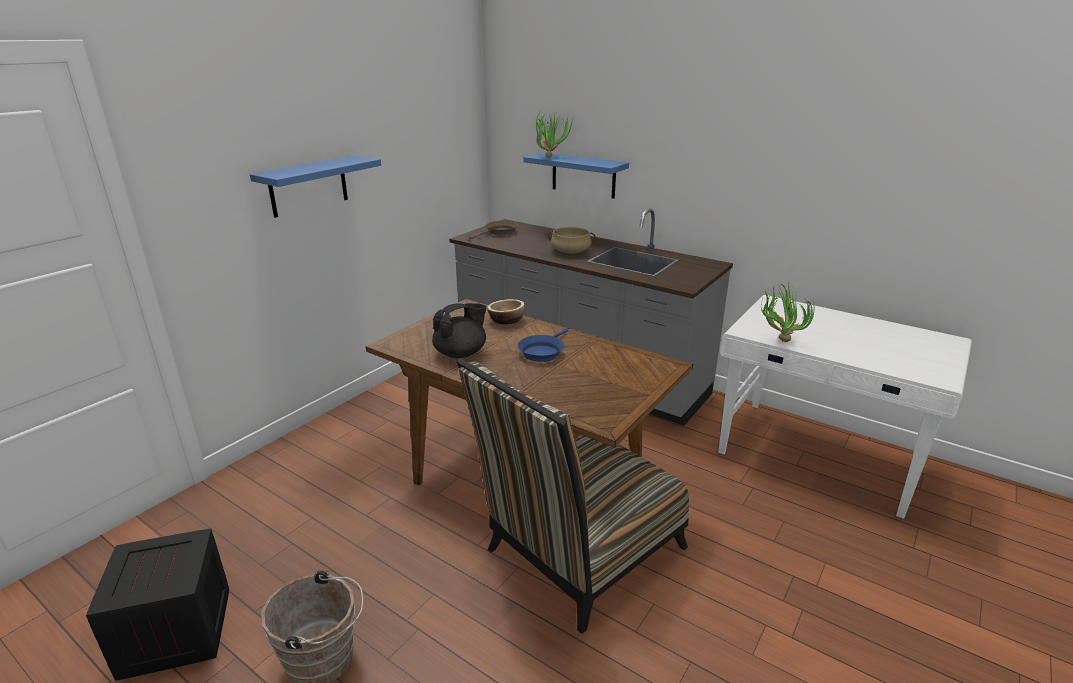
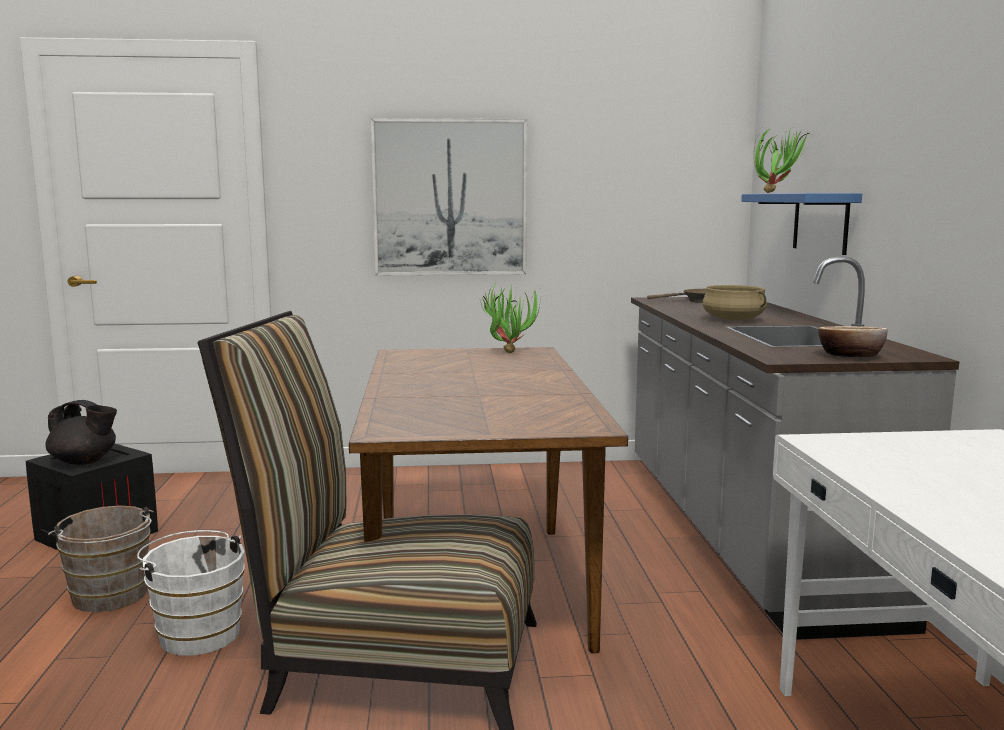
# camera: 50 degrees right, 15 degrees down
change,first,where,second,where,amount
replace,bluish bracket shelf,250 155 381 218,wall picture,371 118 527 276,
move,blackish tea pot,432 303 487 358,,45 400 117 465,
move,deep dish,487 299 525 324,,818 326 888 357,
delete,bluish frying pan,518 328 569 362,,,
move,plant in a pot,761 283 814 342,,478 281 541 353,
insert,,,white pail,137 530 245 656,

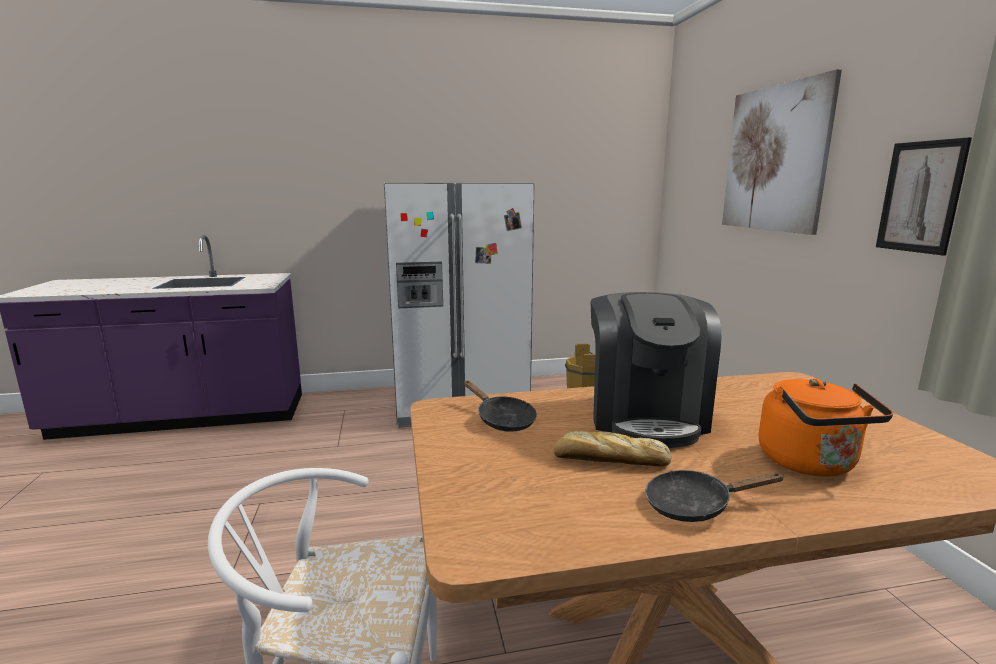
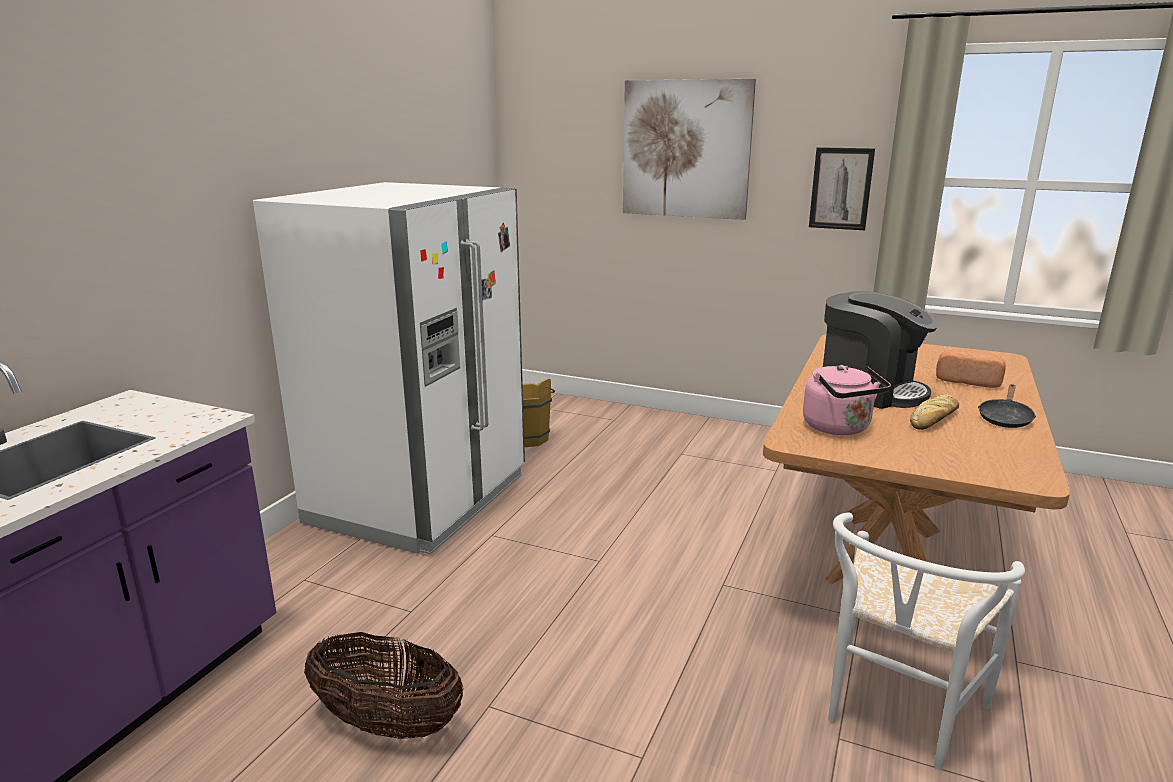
# camera: 55 degrees left, 5 degrees up
change,first,where,second,where,amount
replace,blackish frying pan,464 381 537 432,pink-coloured tea kettle,803 365 891 435,
replace,orange-coloured tea kettle,759 378 893 477,bakery bread,936 349 1006 388,
insert,,,household basket,304 632 464 739,

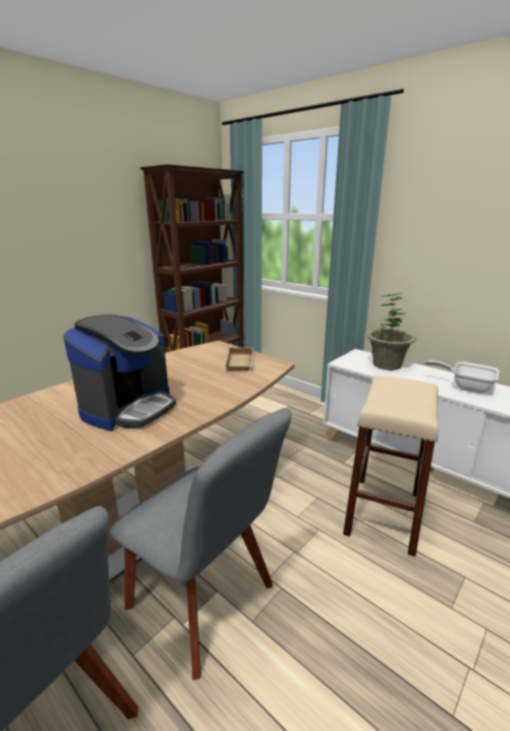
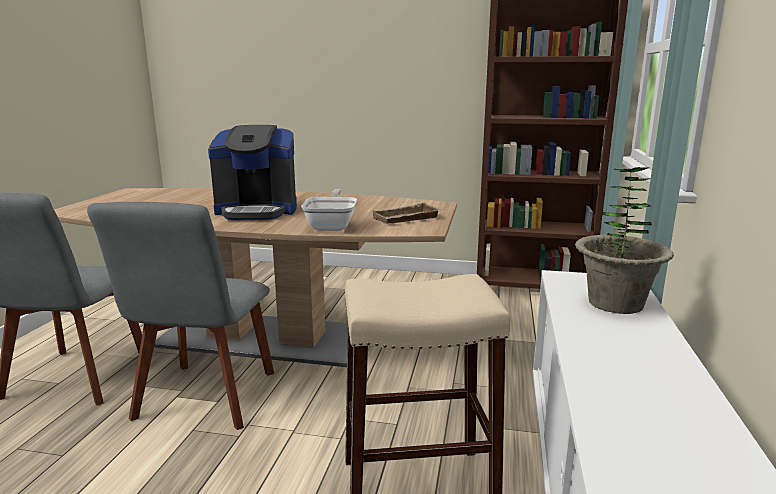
# camera: 60 degrees right, 5 degrees down
change,first,where,second,where,amount
move,frying pan,425 360 499 394,,301 189 357 231,

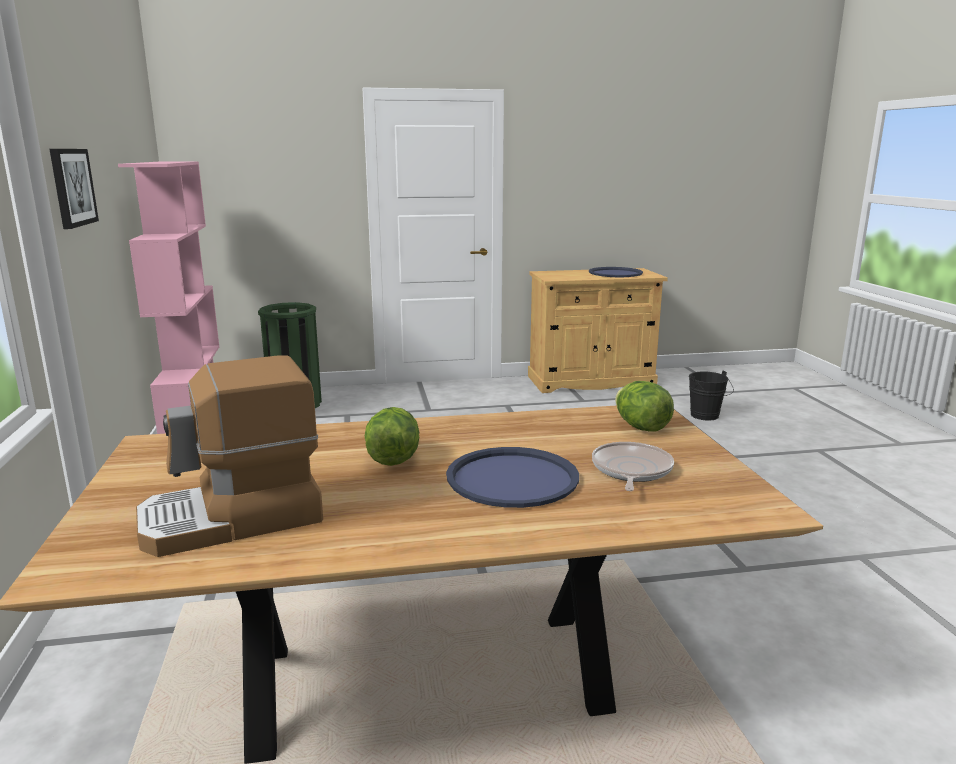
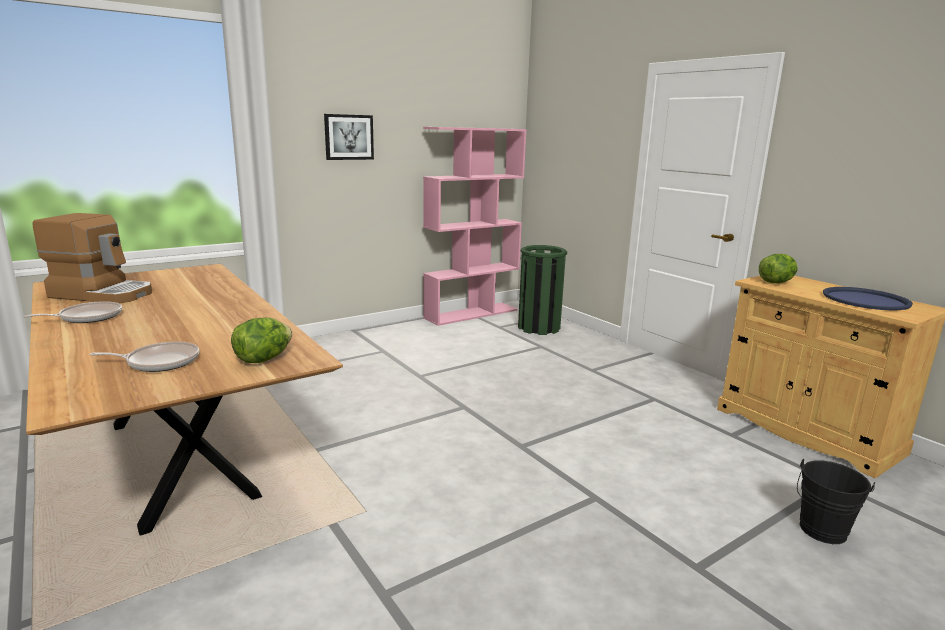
# camera: 65 degrees right, 0 degrees up
change,first,where,second,where,amount
rotate,coffee brewer,136 355 323 557,,33 213 152 303,150 degrees clockwise
move,head of lettuce,365 407 419 466,,759 254 798 283,
delete,bluish carrying tray,446 447 579 508,,,
insert,,,frying pan,23 301 122 323,

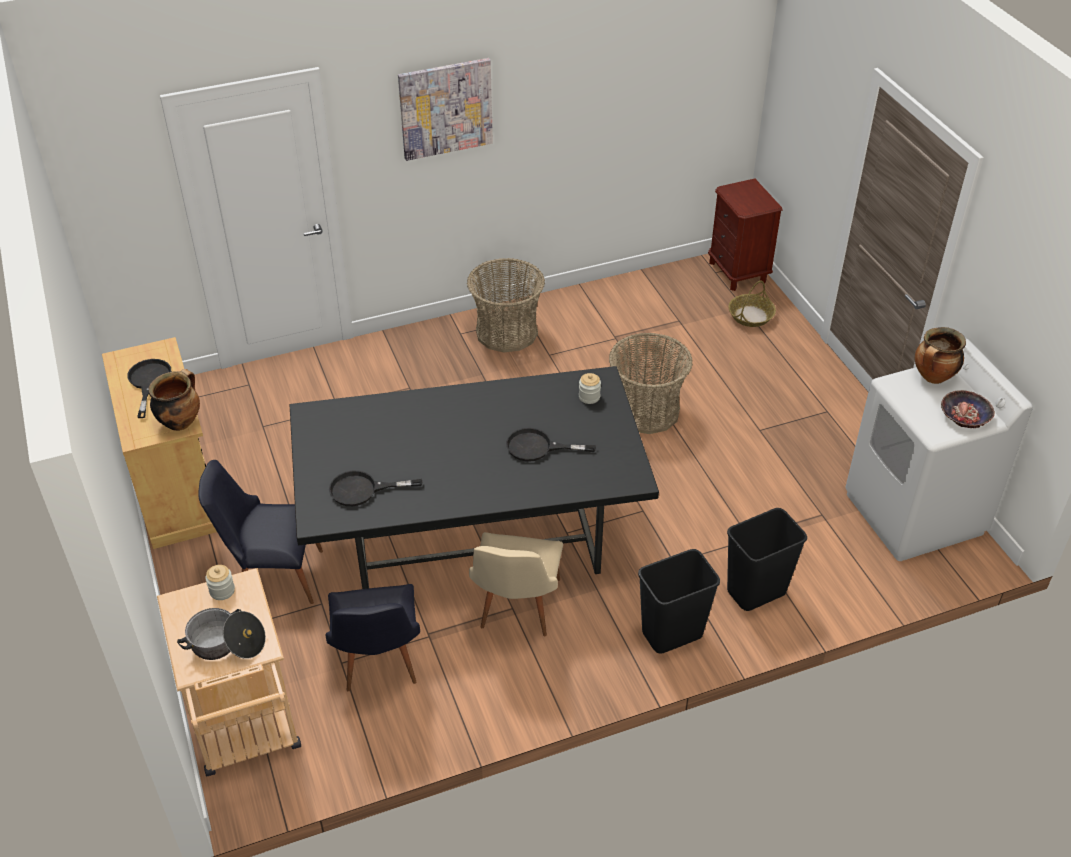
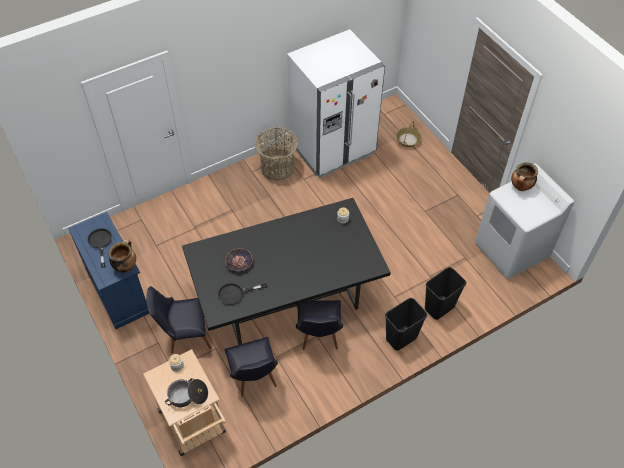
# camera: 10 degrees left, 10 degrees up
change,first,where,second,where,amount
recolor,beige storage cabinet,102 337 217 549,bluish storage cabinet,68 212 149 329,
delete,wall picture,398 58 493 161,,,
recolor,beige plain chair,469 532 563 636,blackish plain chair,296 300 343 350,
delete,blackish frying pan,506 428 596 462,,,
delete,household basket,609 333 693 434,,,
delete,brownish night table,708 179 782 291,,,
move,deep dish,941 390 995 428,,225 248 253 271,
insert,,,white kitchen fridge,287 29 385 178,

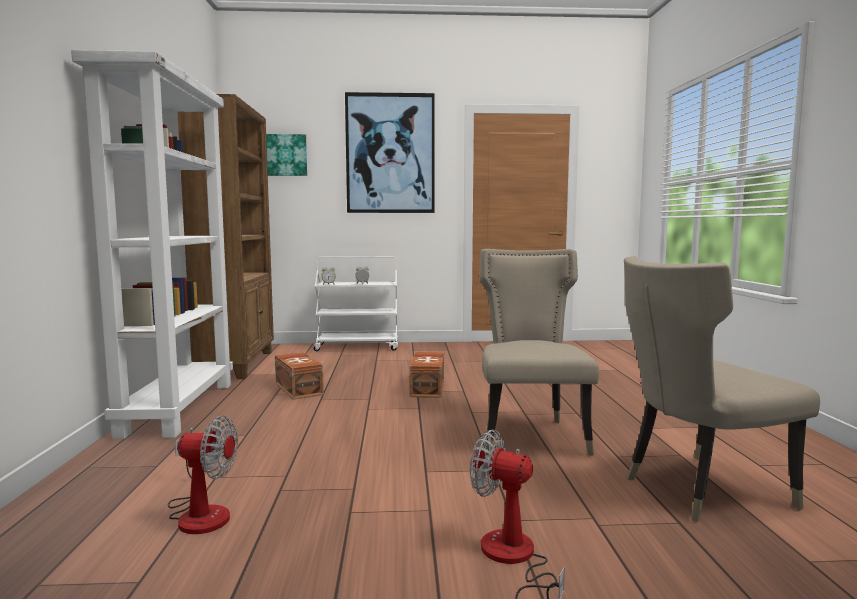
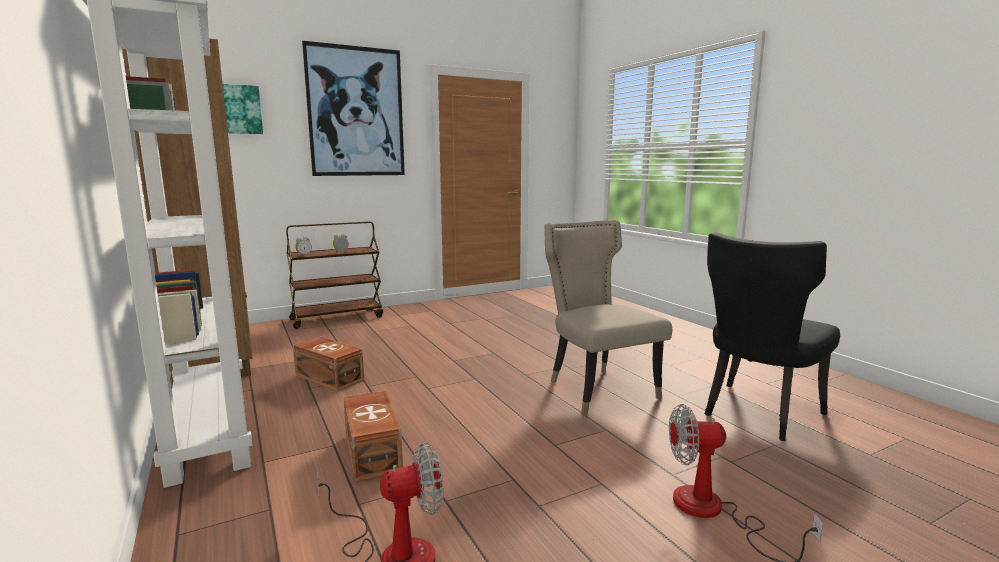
# camera: 25 degrees left, 5 degrees up
change,first,where,second,where,amount
recolor,white trolley,314 256 398 351,brownish trolley,286 222 383 329,
move,brownish storage bin,409 352 444 398,,343 391 403 481,
recolor,beige plain chair,624 256 820 522,blackish plain chair,704 232 840 441,

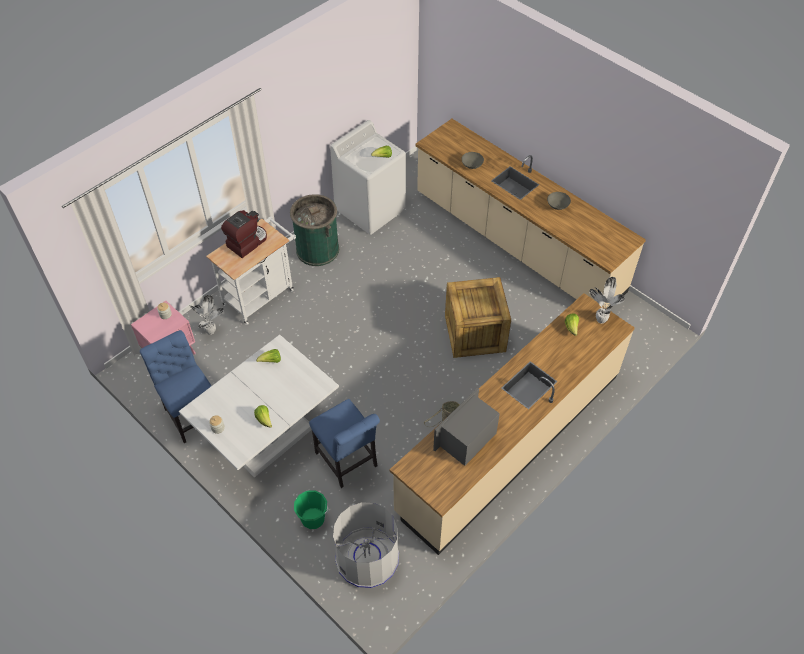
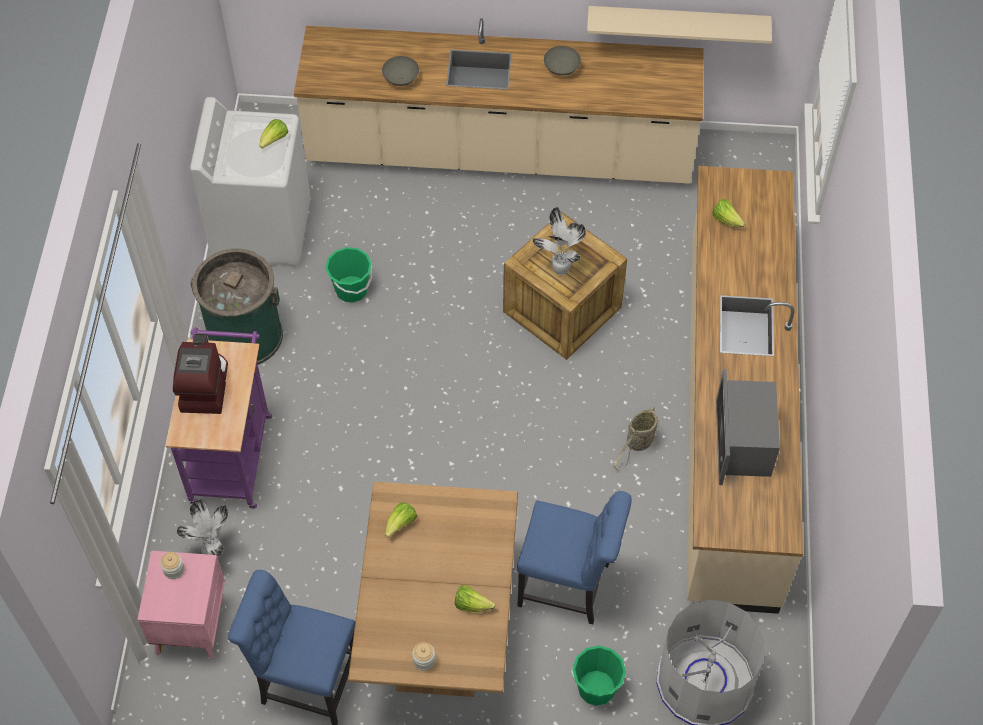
# camera: 40 degrees left, 5 degrees up
change,first,where,second,where,amount
recolor,white dining table,179 335 339 478,brownish dining table,348 482 518 697,
recolor,white trolley,206 217 296 325,purple trolley,165 327 272 509,
move,plant in a pot,589 277 625 324,,533 207 586 275,
insert,,,green pail,325 247 372 302,
insert,,,beige bracket shelf,587 6 772 44,

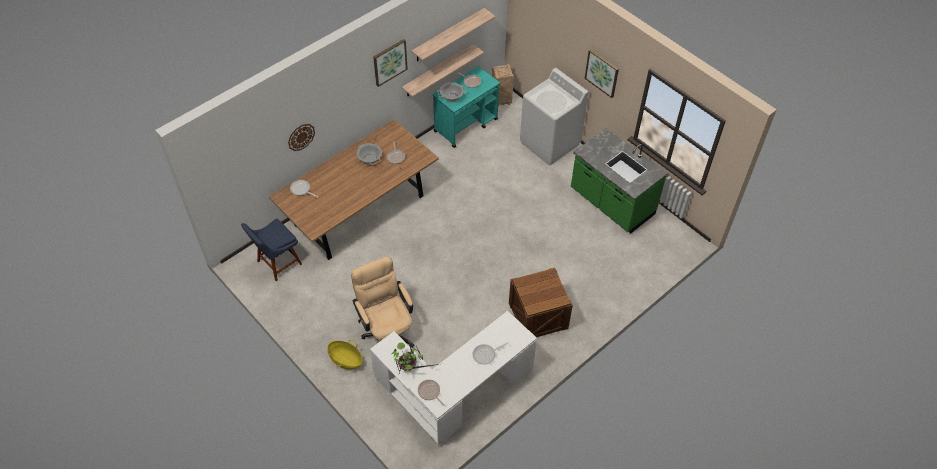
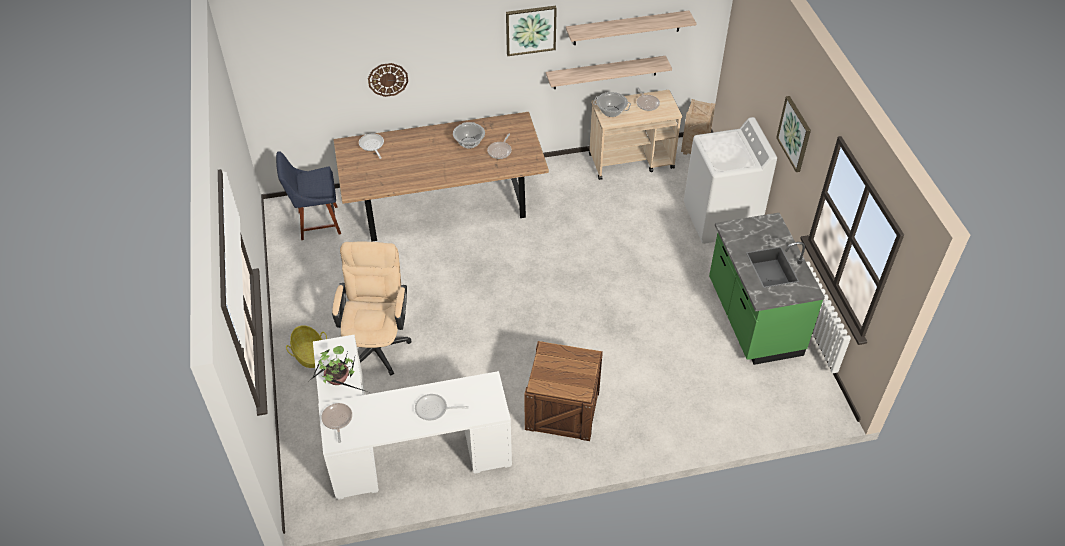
# camera: 30 degrees right, 5 degrees down
change,first,where,second,where,amount
recolor,blue-green trolley,433 66 500 148,beige trolley,589 90 682 180,

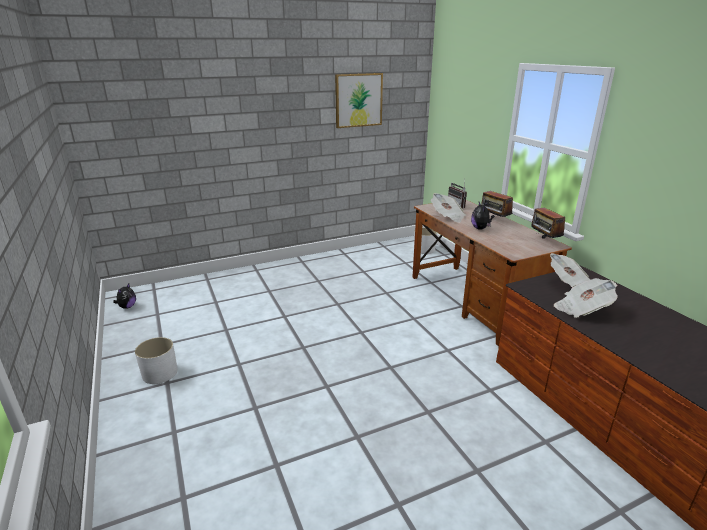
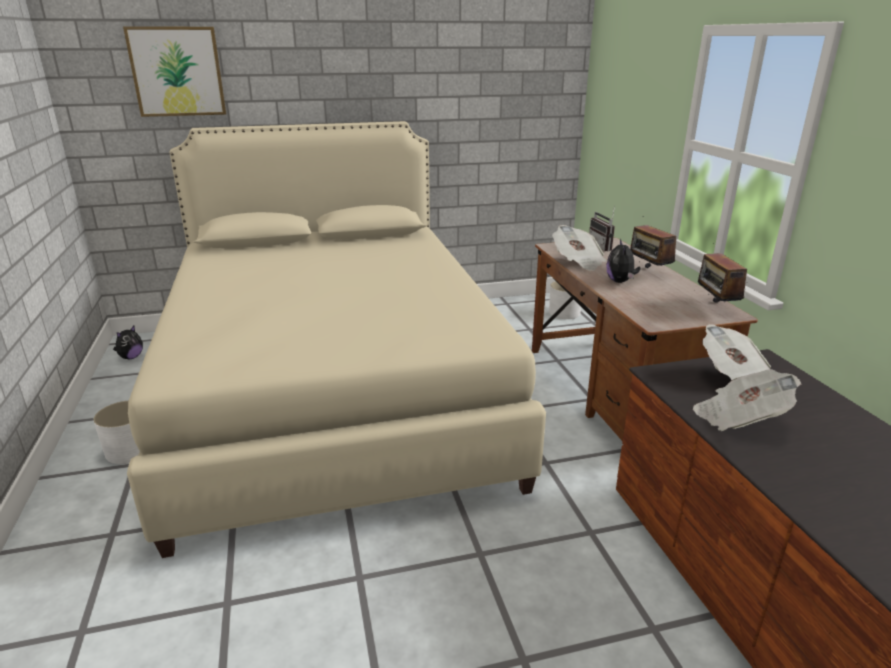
# camera: 10 degrees right, 0 degrees up
change,first,where,second,where,amount
move,wall picture,335 73 383 128,,123 26 226 117,
insert,,,beige bedroom bed,127 121 546 558,

